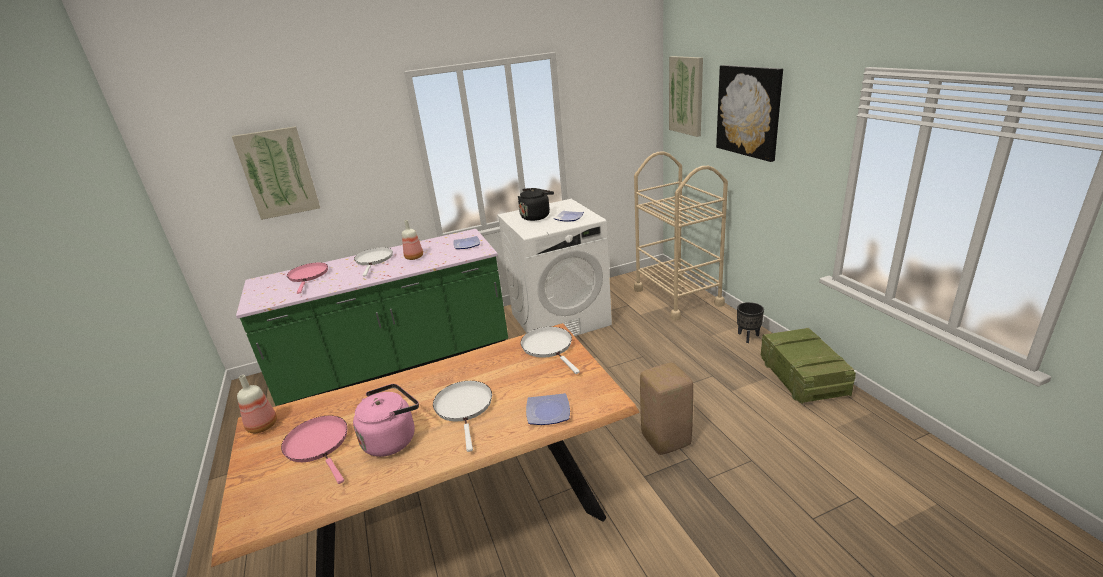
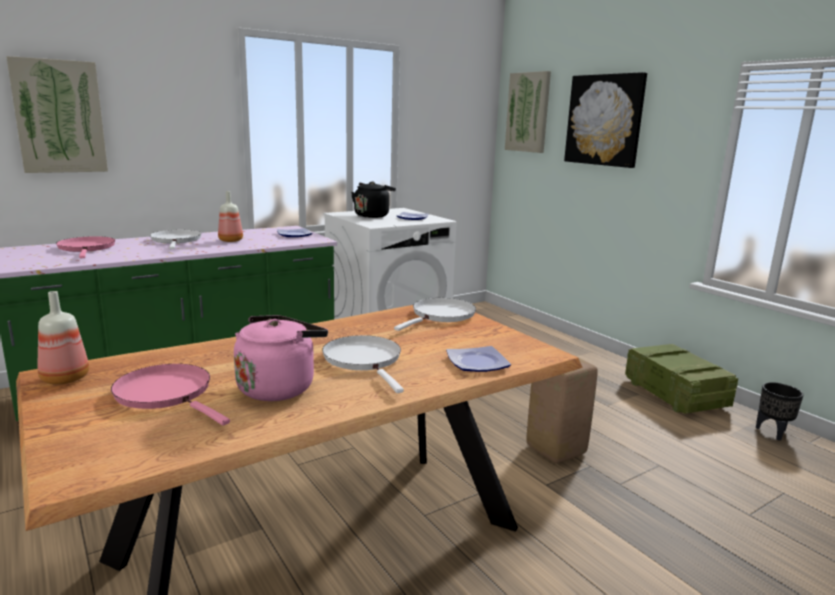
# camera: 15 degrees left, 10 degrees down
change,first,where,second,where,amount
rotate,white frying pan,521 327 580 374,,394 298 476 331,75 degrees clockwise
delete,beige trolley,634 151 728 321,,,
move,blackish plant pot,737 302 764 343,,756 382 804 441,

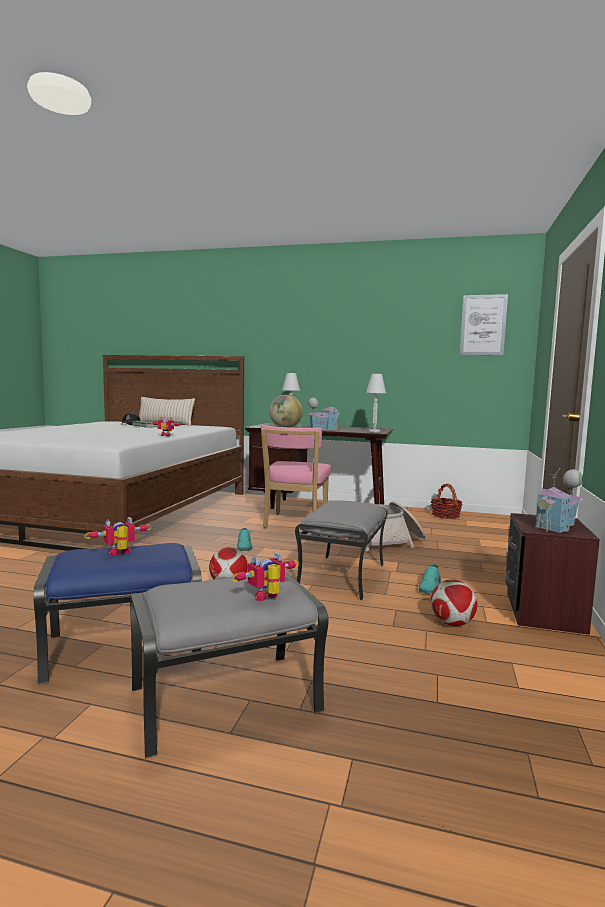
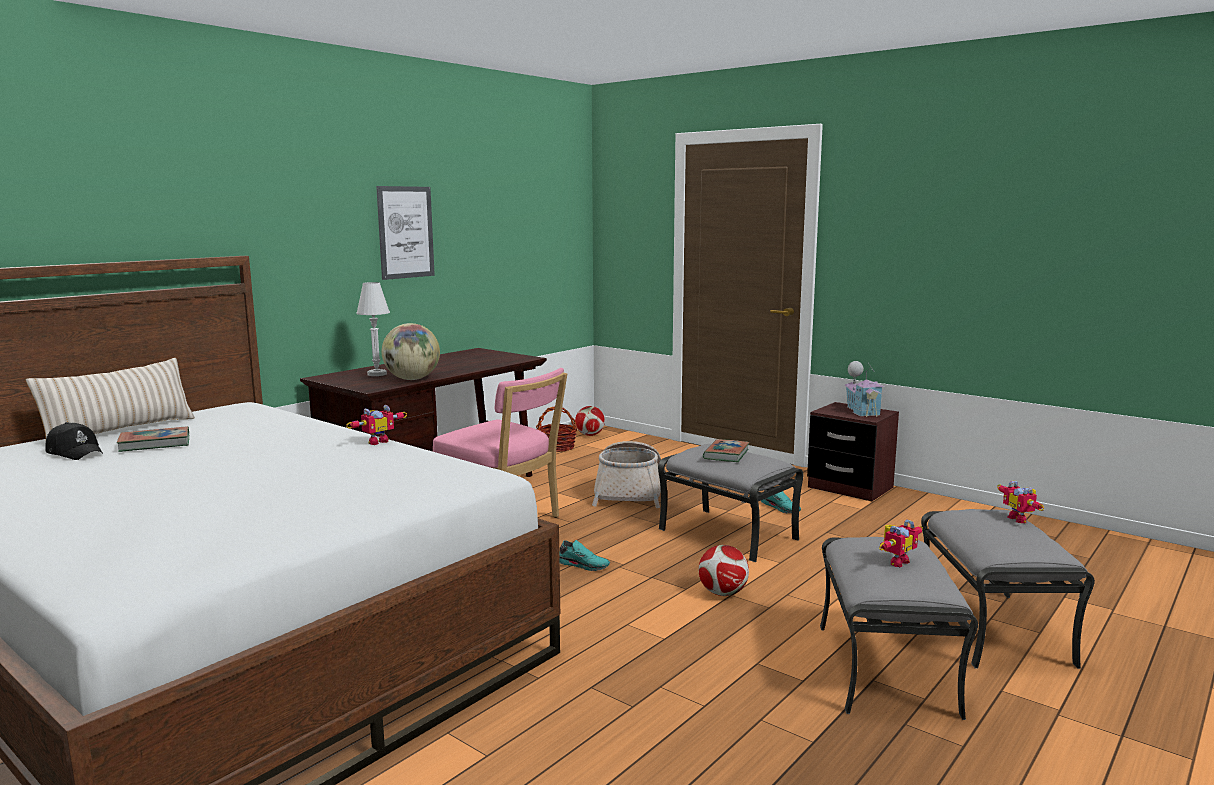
# camera: 65 degrees left, 5 degrees up
change,first,where,second,where,amount
recolor,bluish pouffe,33 543 202 685,grey pouffe,820 537 978 720,
rotate,model robot,85 517 151 556,,879 519 923 567,120 degrees counterclockwise
delete,miniature house,307 397 340 430,,,
delete,white table lamp,366 374 386 433,,,
move,football,431 579 477 626,,575 406 605 436,
move,wall picture,460 294 508 355,,376 186 435 280,
insert,,,volume,703 439 750 462,

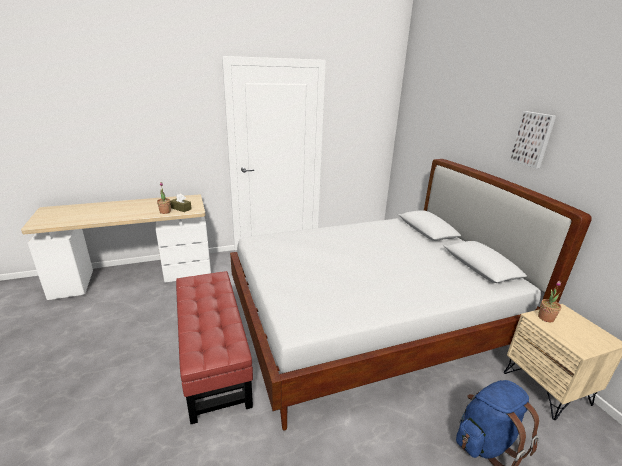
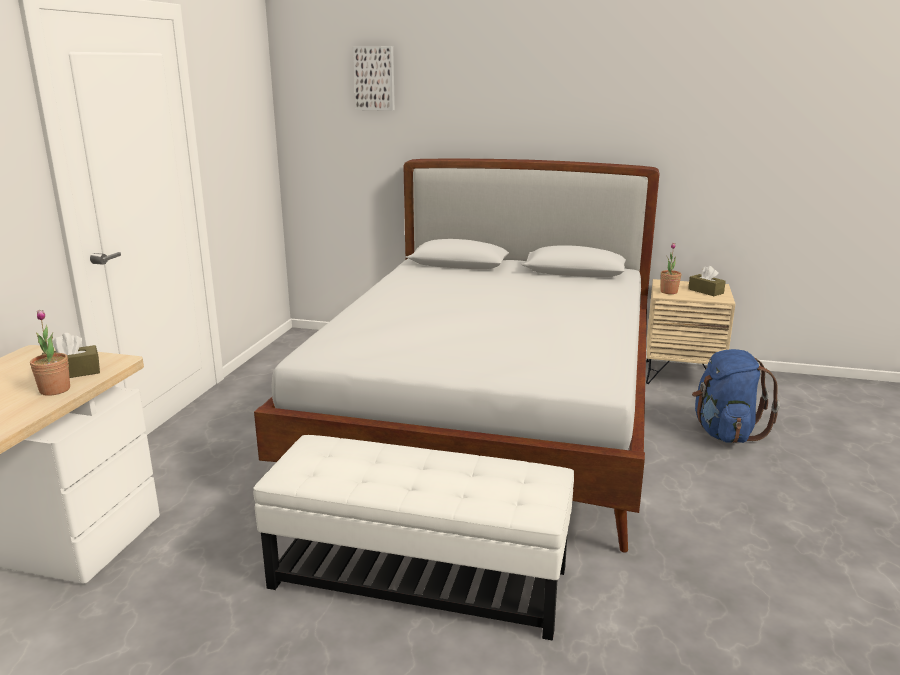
# camera: 55 degrees left, 5 degrees down
change,first,where,second,where,amount
recolor,red pouffe,176 271 253 425,white pouffe,253 435 574 641,
move,wall picture,510 111 556 169,,353 46 395 111,
insert,,,brownish tissue holder,688 266 726 296,

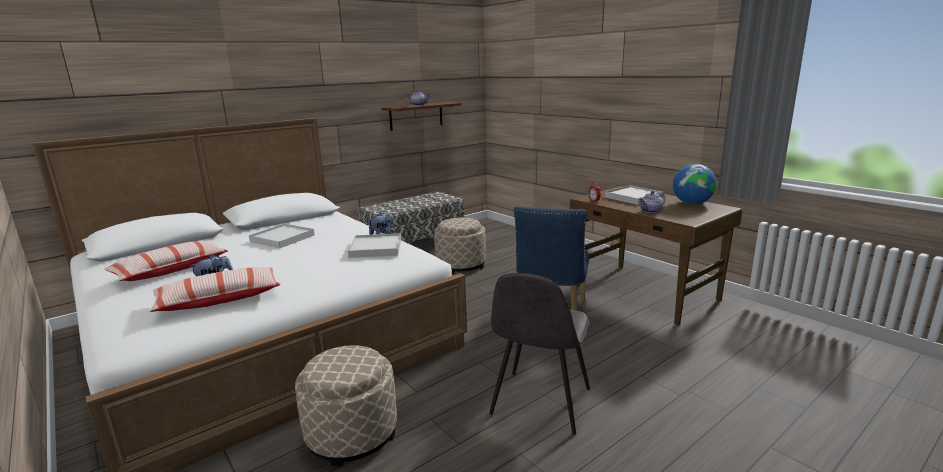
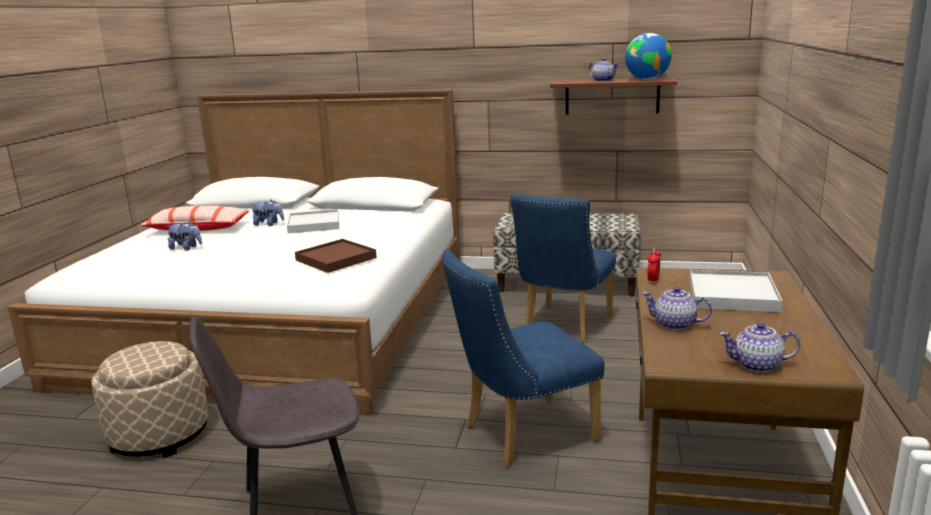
# camera: 50 degrees right, 0 degrees up
change,first,where,second,where,amount
delete,cushion,150 267 280 312,,,
recolor,white carrying tray,348 233 401 258,brownish carrying tray,295 239 377 273,
move,plush toy,368 213 395 235,,251 200 284 226,
replace,beige pouffe,434 218 486 274,bluish plain chair,510 194 616 343,
move,desk globe,673 164 717 205,,625 33 672 80,
insert,,,tea pot,720 323 801 373,

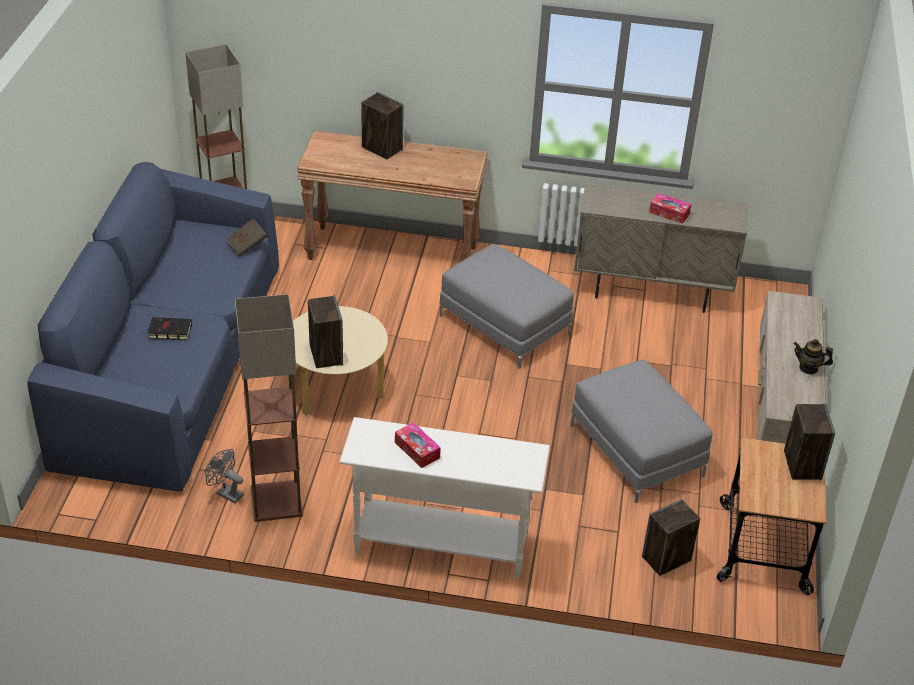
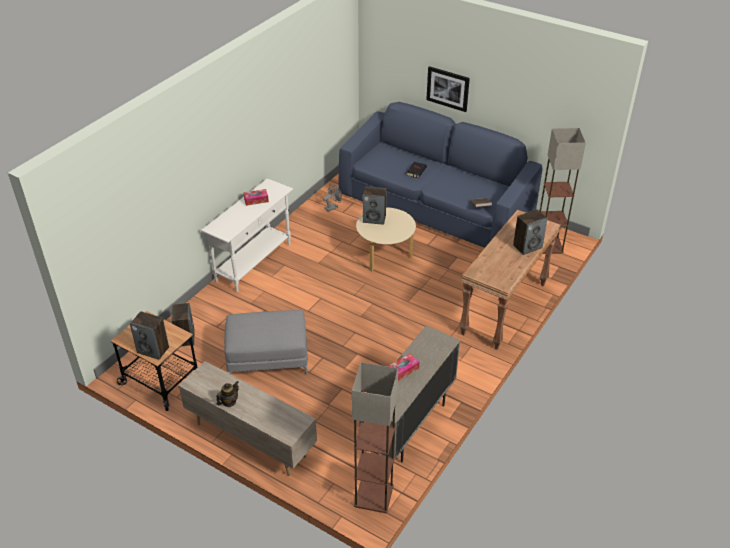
# camera: 115 degrees right, 0 degrees up
change,first,where,second,where,amount
move,standing lamp,235 294 303 522,,352 362 398 513,
delete,grey pouffe,440 244 574 369,,,
insert,,,wall picture,426 66 470 112,

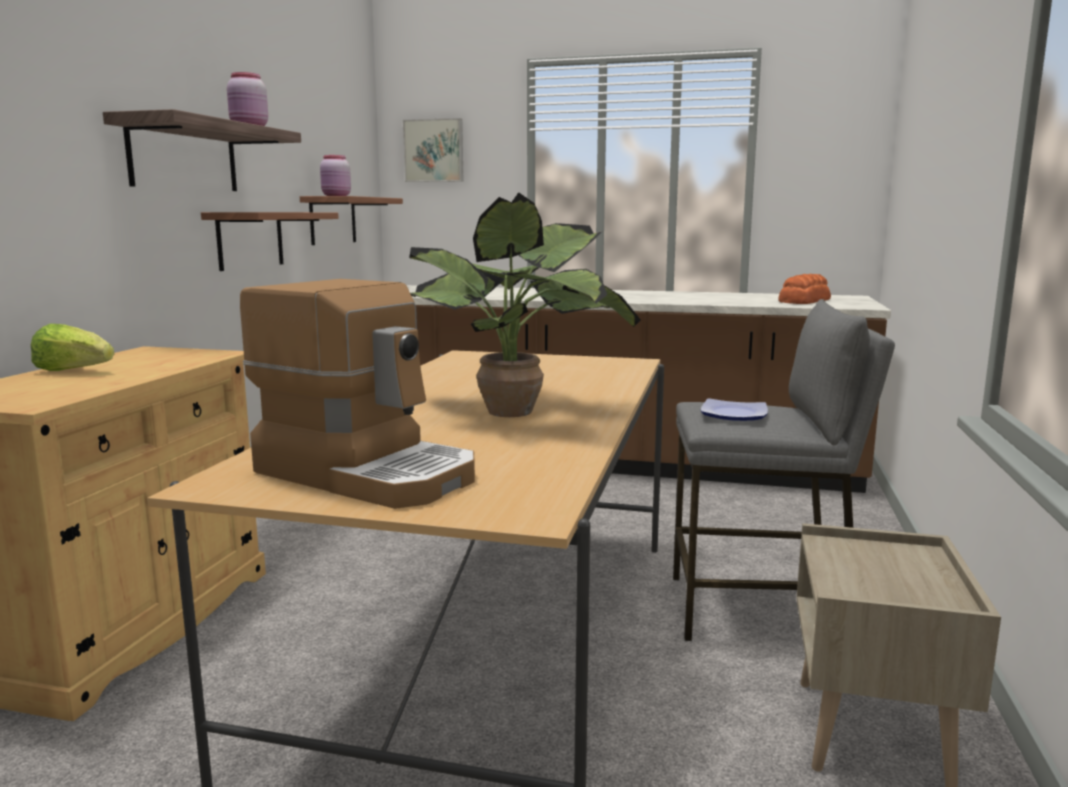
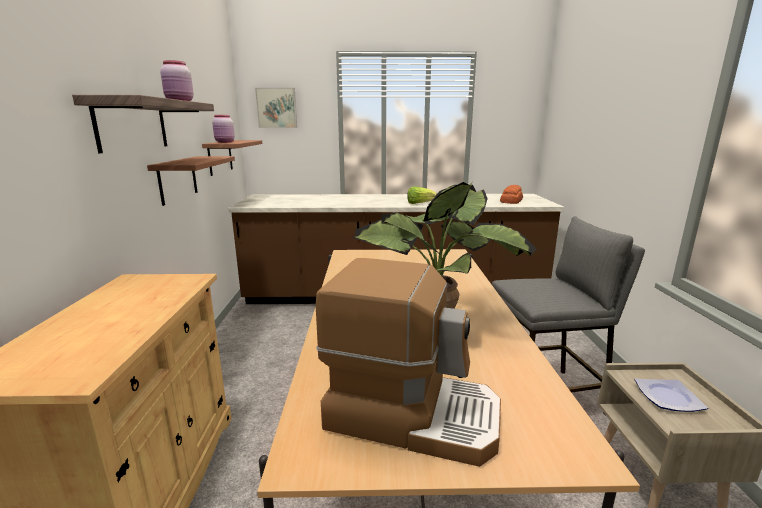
# camera: 15 degrees left, 5 degrees up
change,first,where,second,where,amount
move,head of lettuce,31 324 114 371,,407 186 437 204,
move,dinner plate,701 398 768 421,,635 379 708 412,

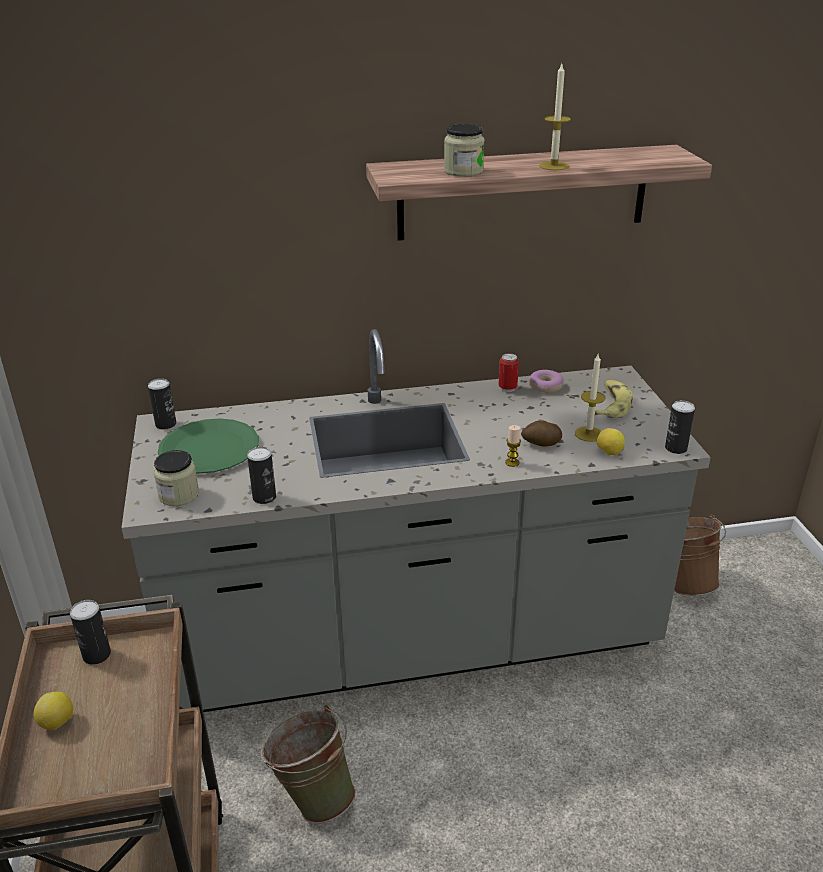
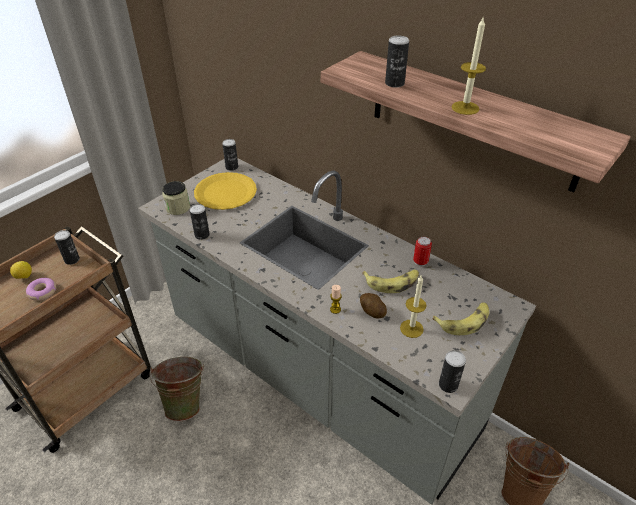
# camera: 50 degrees right, 10 degrees up
change,first,where,second,where,amount
recolor,green dinner plate,158 418 259 474,yellow-coloured dinner plate,194 172 257 210,
replace,jar,444 124 485 177,metal can,385 36 409 88,
move,donut,529 370 564 393,,26 278 56 301,
delete,lemon,597 428 625 455,,,
insert,,,banana,362 269 419 293,

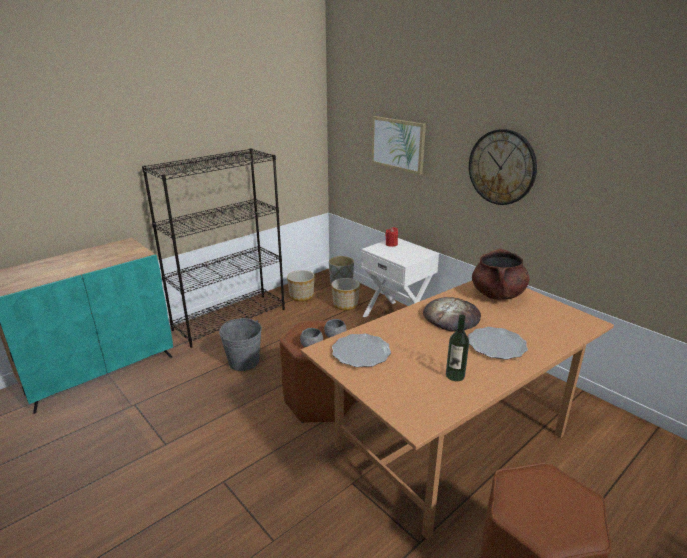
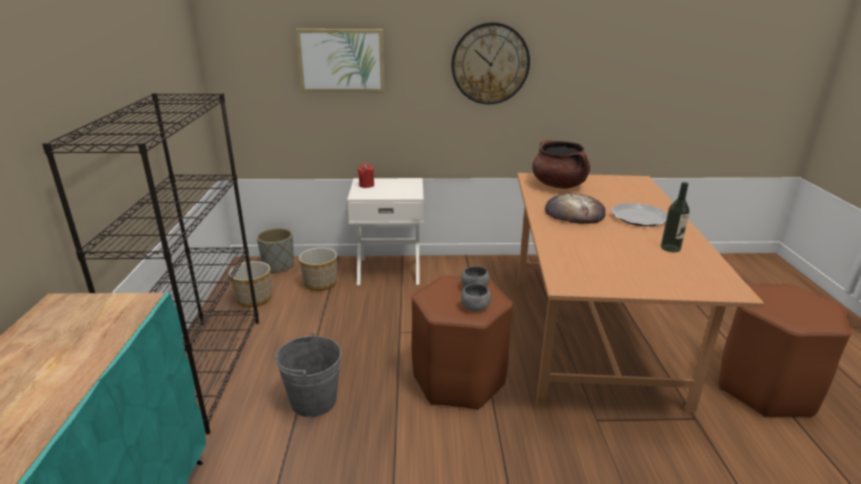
# camera: 50 degrees left, 0 degrees up
change,first,where,second,where,amount
delete,dinner plate,332 334 391 367,,,

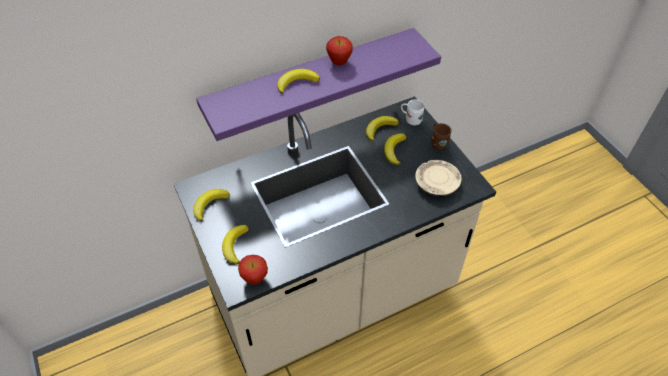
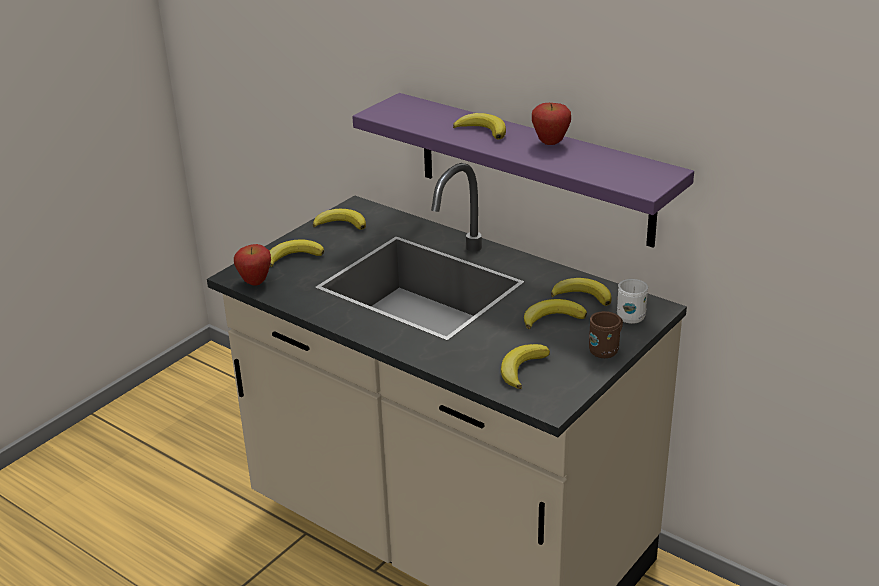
# camera: 65 degrees right, 20 degrees down
change,first,where,second,where,amount
replace,beige dinner plate,415 160 462 196,banana,501 344 550 389,

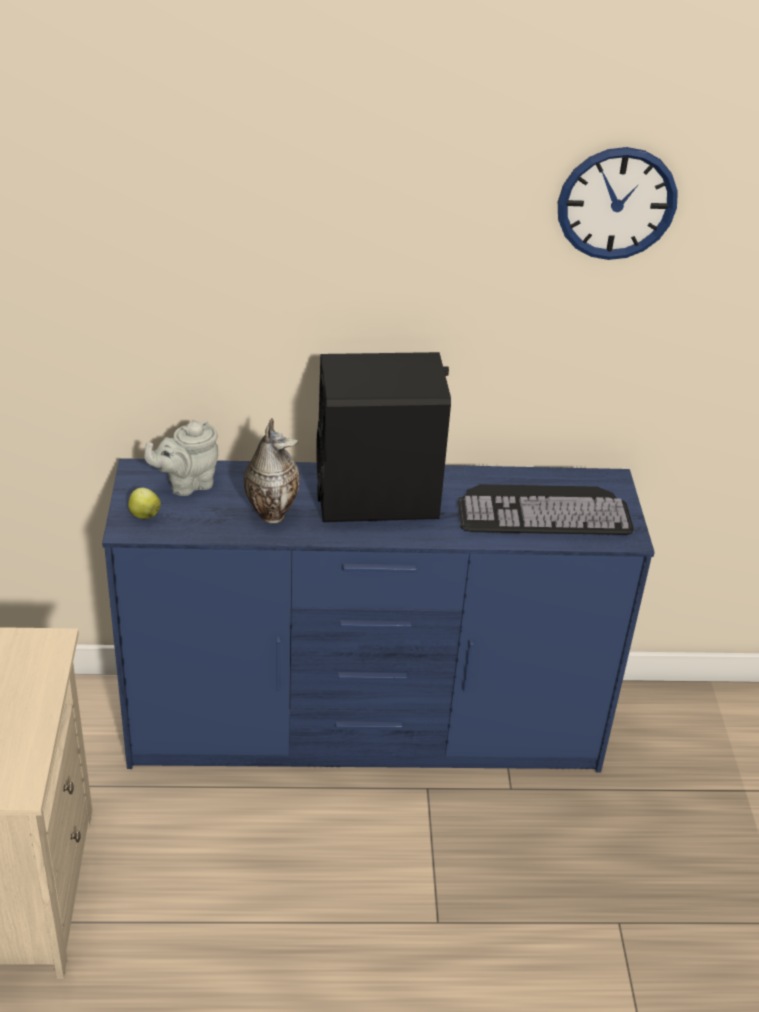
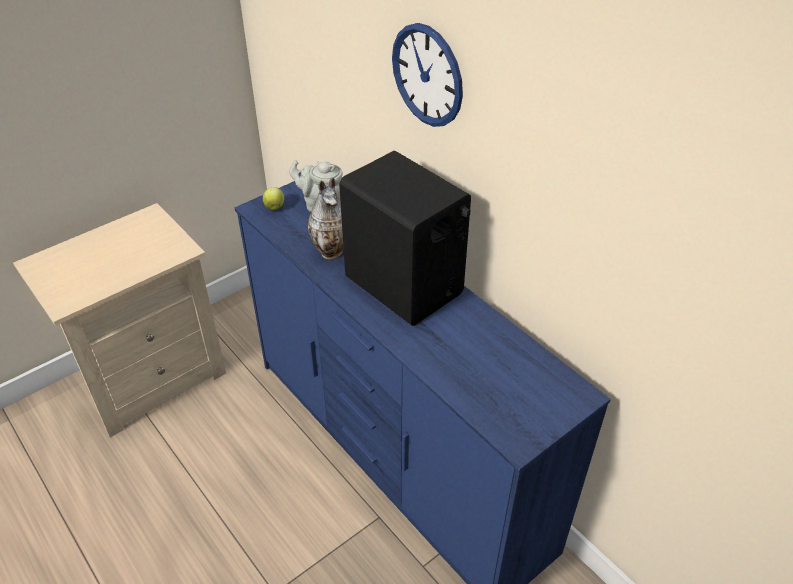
# camera: 55 degrees right, 5 degrees up
change,first,where,second,where,amount
delete,keyboard,457 484 634 535,,,
move,wall clock,558 147 678 260,,392 23 463 127,

